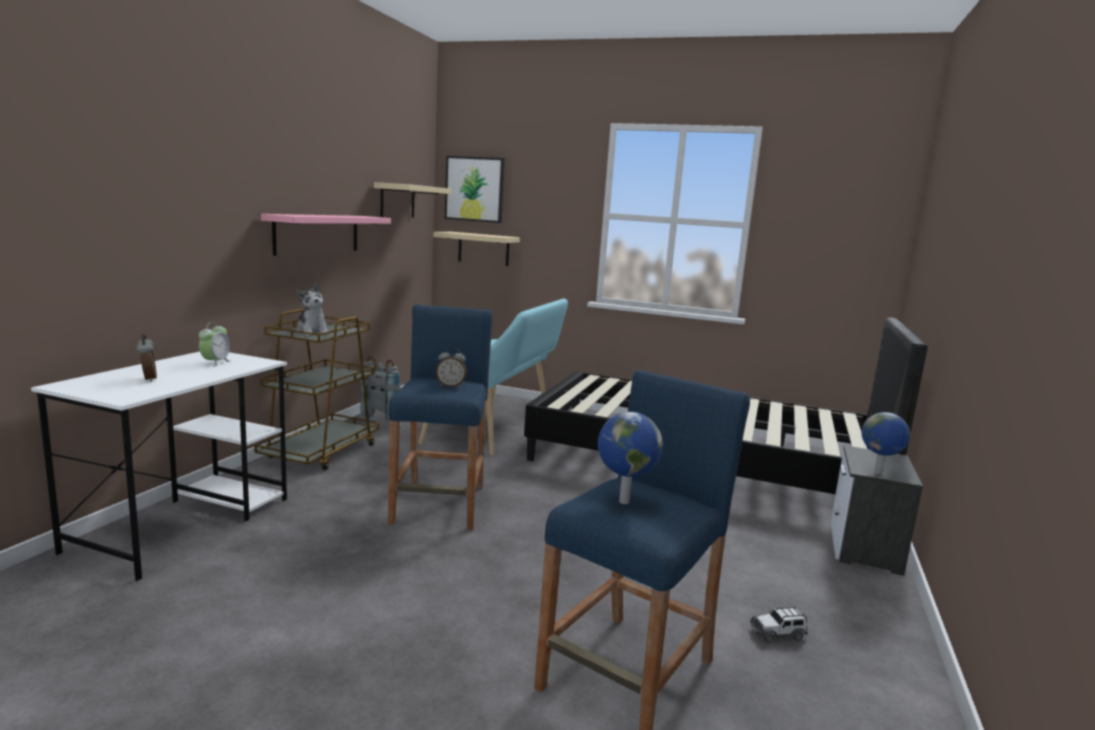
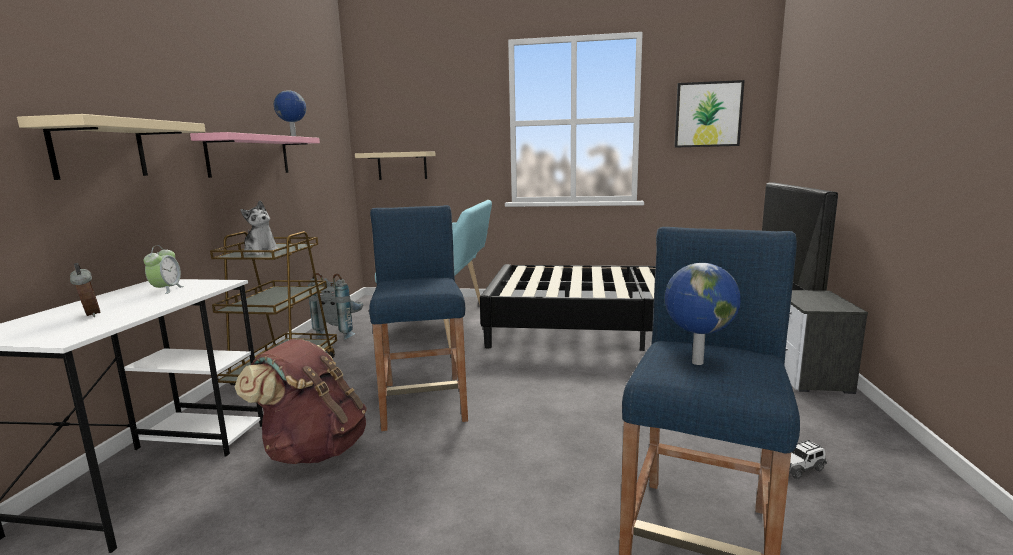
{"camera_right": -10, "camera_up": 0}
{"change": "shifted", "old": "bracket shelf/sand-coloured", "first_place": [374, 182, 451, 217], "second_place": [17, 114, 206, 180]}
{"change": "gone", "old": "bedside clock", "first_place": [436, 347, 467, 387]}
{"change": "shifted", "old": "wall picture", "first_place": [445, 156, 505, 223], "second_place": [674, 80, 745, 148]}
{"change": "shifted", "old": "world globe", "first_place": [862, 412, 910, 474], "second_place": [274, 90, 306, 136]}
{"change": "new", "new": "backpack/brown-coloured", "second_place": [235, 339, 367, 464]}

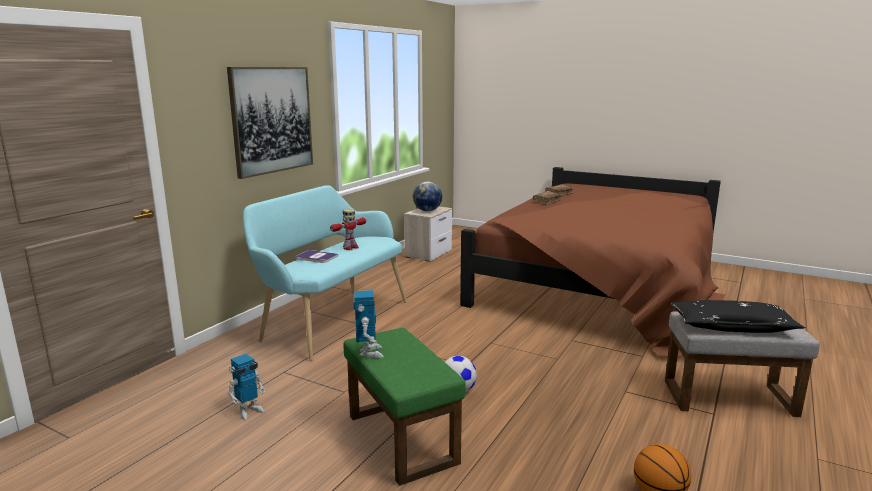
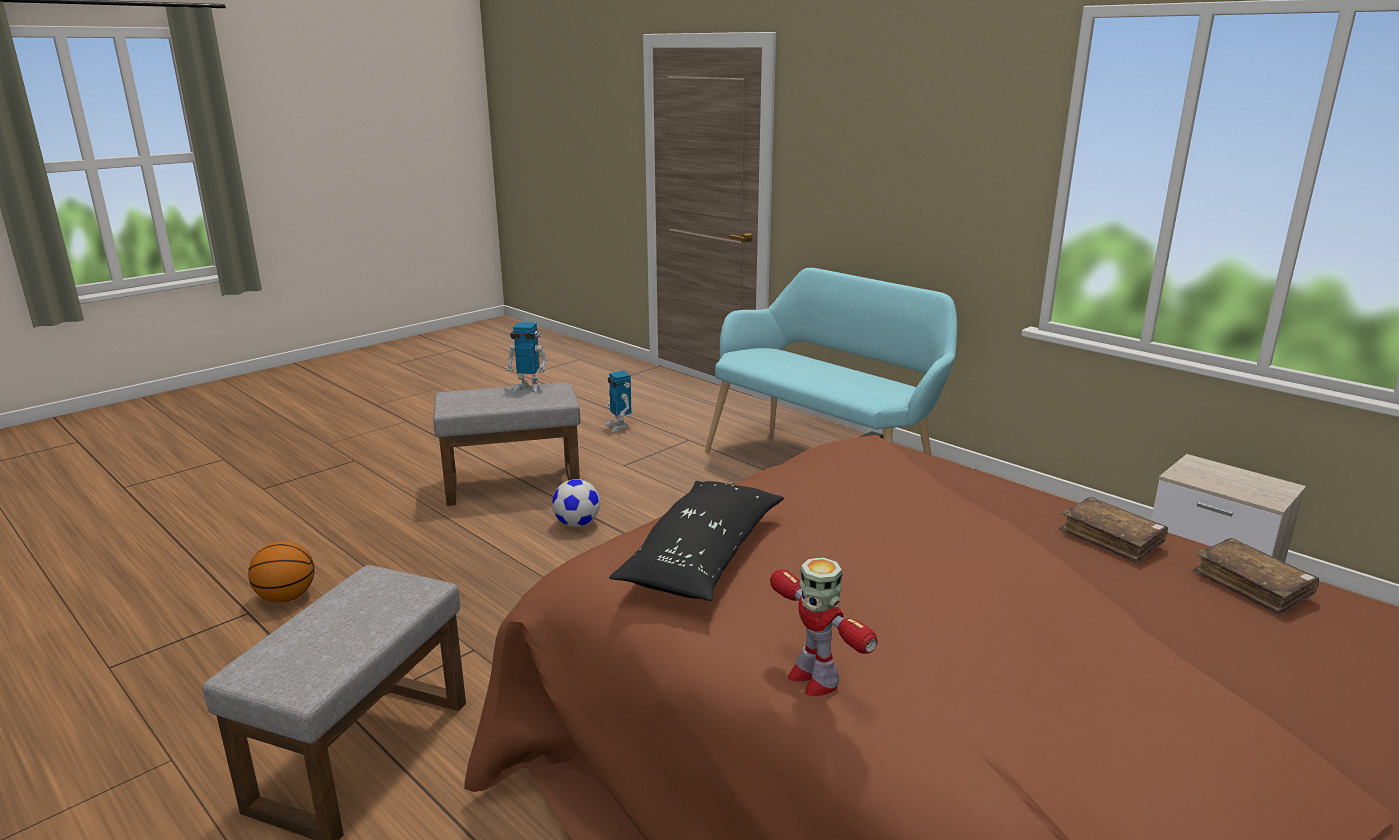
{"camera_right": 105, "camera_up": 5}
{"change": "gone", "old": "wall picture", "first_place": [227, 67, 313, 179]}
{"change": "gone", "old": "bound book", "first_place": [296, 250, 339, 263]}
{"change": "shifted", "old": "model robot", "first_place": [330, 209, 366, 250], "second_place": [770, 557, 878, 696]}
{"change": "repainted", "old": "ottoman/green", "new": "ottoman/grey", "first_place": [344, 328, 466, 486], "second_place": [433, 383, 580, 506]}
{"change": "gone", "old": "world globe", "first_place": [413, 181, 442, 212]}
{"change": "shifted", "old": "throw pillow/blackish", "first_place": [670, 300, 805, 333], "second_place": [609, 481, 784, 601]}

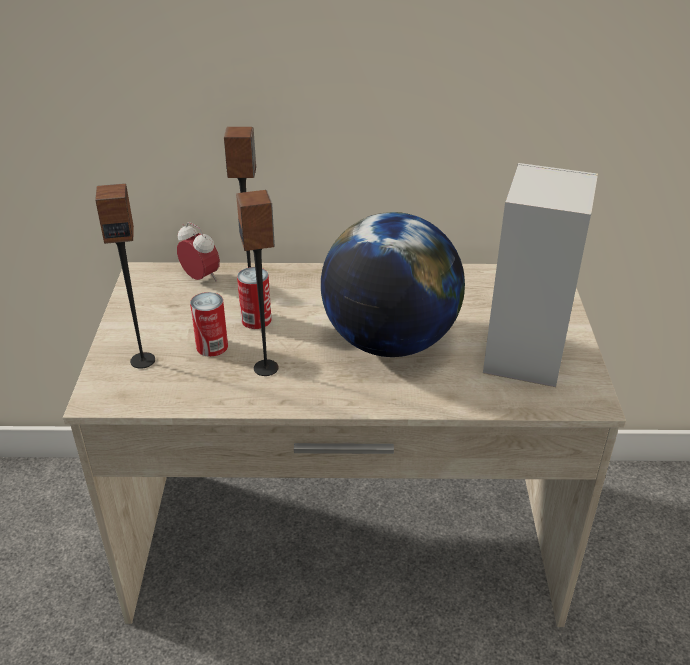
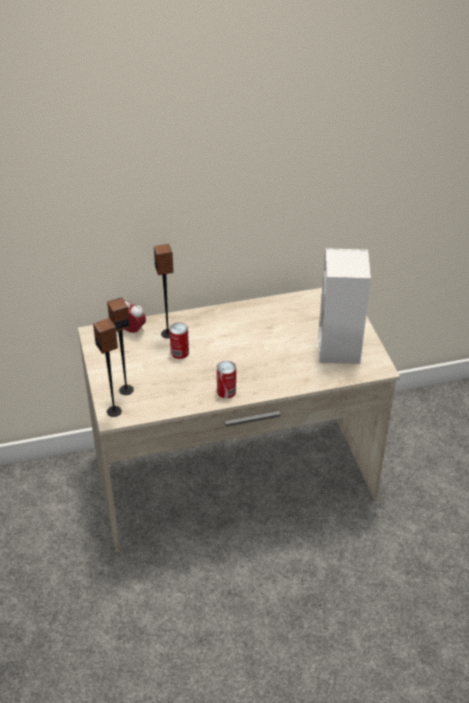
{"camera_right": -15, "camera_up": 5}
{"change": "shifted", "old": "sealed can", "first_place": [190, 292, 228, 357], "second_place": [217, 361, 236, 399]}
{"change": "shifted", "old": "audio speaker", "first_place": [236, 190, 279, 376], "second_place": [93, 318, 122, 417]}
{"change": "gone", "old": "world globe", "first_place": [321, 212, 465, 357]}

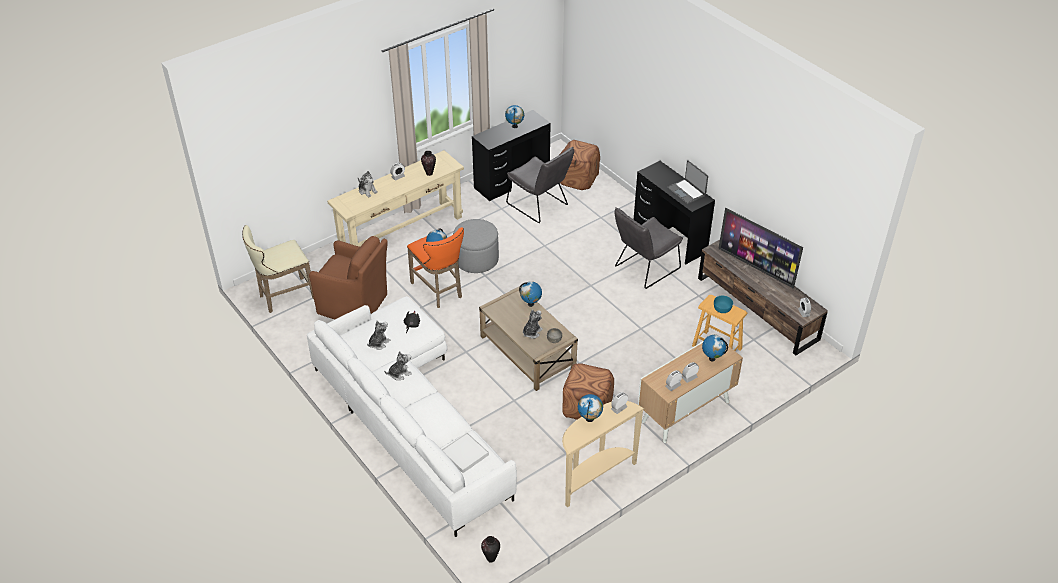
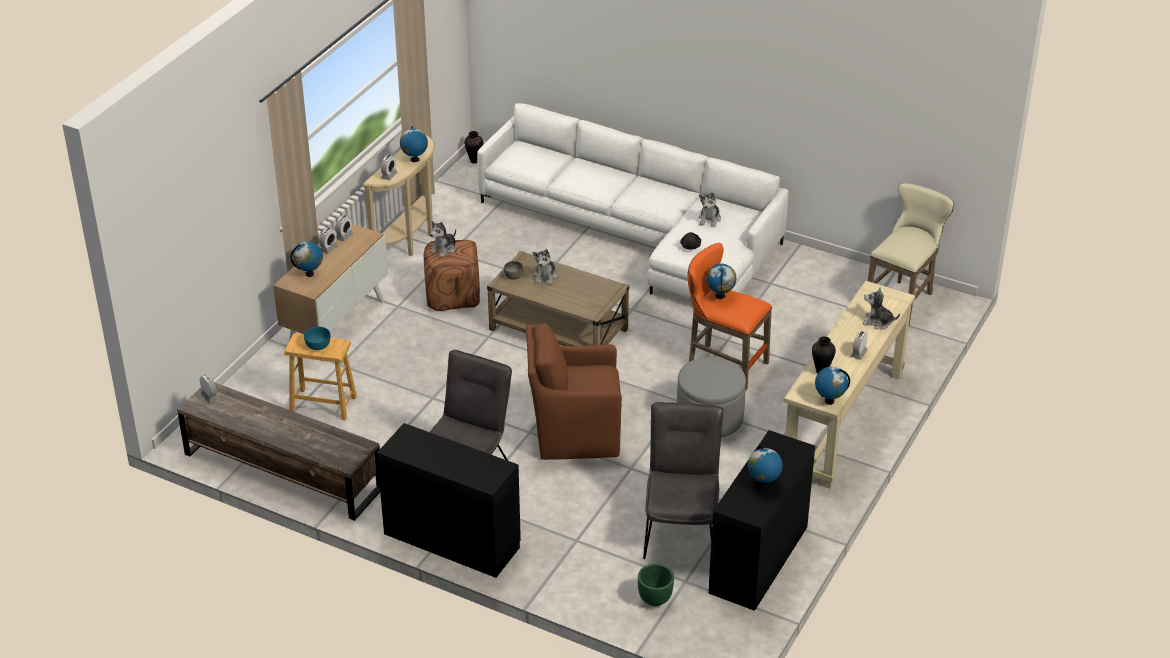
{"camera_right": 155, "camera_up": -5}
{"change": "shifted", "old": "armchair/brown-coloured", "first_place": [309, 236, 388, 319], "second_place": [526, 323, 622, 460]}
{"change": "shifted", "old": "soft toy", "first_place": [384, 351, 412, 380], "second_place": [430, 221, 456, 258]}
{"change": "gone", "old": "serving tray/white-coloured", "first_place": [442, 432, 489, 473]}
{"change": "rotated", "old": "plain chair/grey", "first_place": [506, 147, 574, 223], "second_place": [643, 402, 724, 559], "degrees": 75}
{"change": "shifted", "old": "world globe", "first_place": [519, 281, 542, 307], "second_place": [815, 366, 850, 405]}
{"change": "swapped", "old": "ottoman/brown-coloured", "new": "planter/green", "first_place": [559, 140, 600, 190], "second_place": [638, 564, 674, 606]}
{"change": "gone", "old": "notebook computer", "first_place": [667, 160, 708, 204]}
{"change": "gone", "old": "TV set", "first_place": [718, 208, 803, 289]}

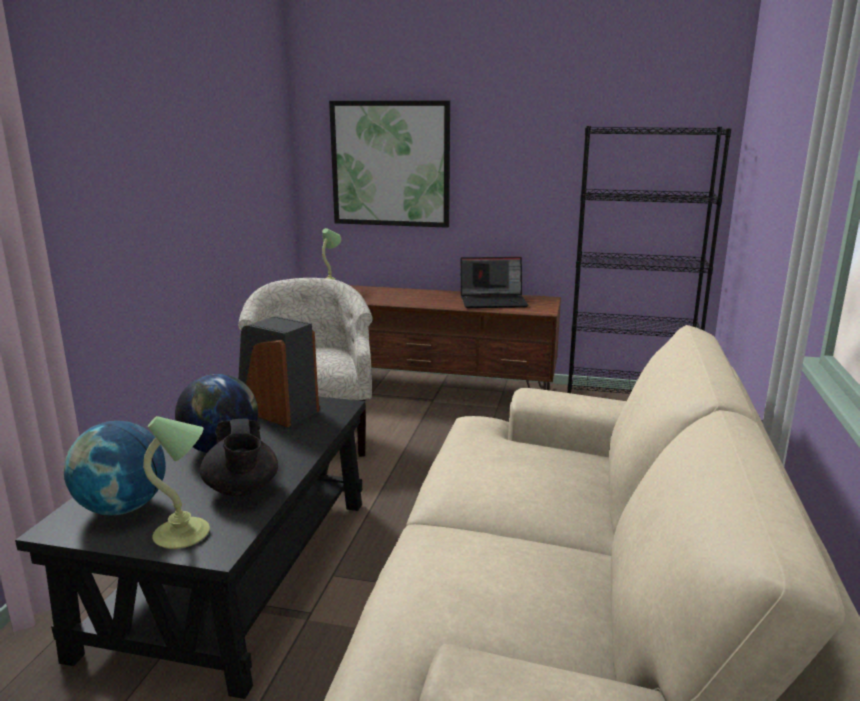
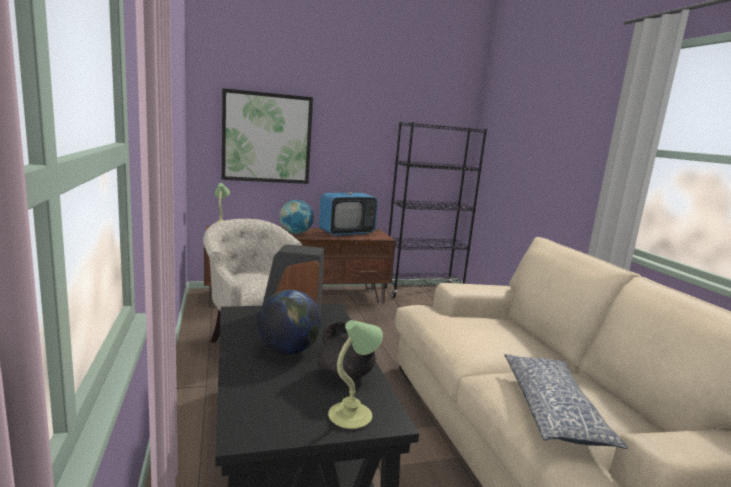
{"camera_right": -30, "camera_up": -5}
{"change": "shifted", "old": "world globe", "first_place": [64, 421, 166, 515], "second_place": [279, 200, 314, 234]}
{"change": "swapped", "old": "notebook computer", "new": "TV set", "first_place": [460, 257, 529, 308], "second_place": [319, 168, 378, 236]}
{"change": "new", "new": "throw pillow", "second_place": [504, 354, 628, 449]}

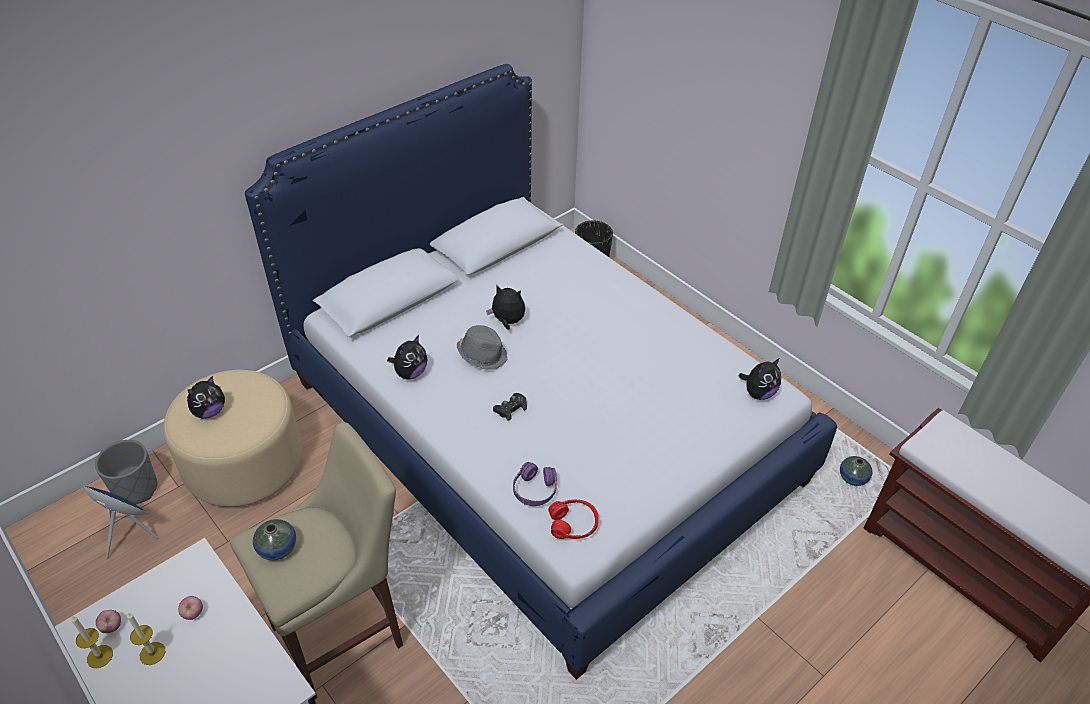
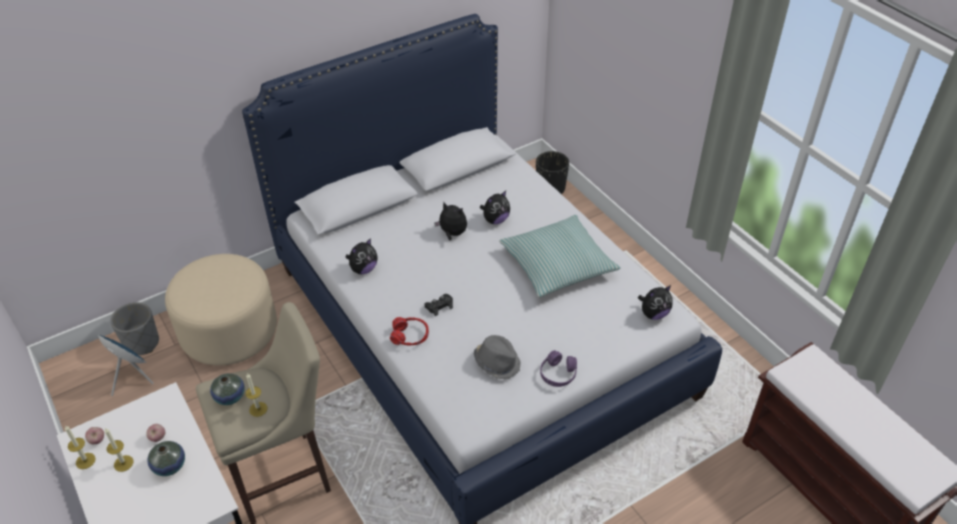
{"camera_right": 10, "camera_up": 0}
{"change": "shifted", "old": "soft toy", "first_place": [187, 376, 225, 419], "second_place": [480, 191, 510, 224]}
{"change": "shifted", "old": "hat/grey", "first_place": [457, 325, 507, 370], "second_place": [474, 335, 521, 379]}
{"change": "shifted", "old": "headphones/purple", "first_place": [513, 462, 557, 506], "second_place": [540, 350, 577, 387]}
{"change": "shifted", "old": "headphones/red-coloured", "first_place": [548, 499, 599, 539], "second_place": [390, 317, 429, 346]}
{"change": "shifted", "old": "decorative vase", "first_place": [840, 456, 872, 486], "second_place": [147, 441, 185, 476]}
{"change": "new", "new": "wax candle", "second_place": [246, 373, 268, 417]}
{"change": "new", "new": "throw pillow", "second_place": [499, 215, 621, 297]}

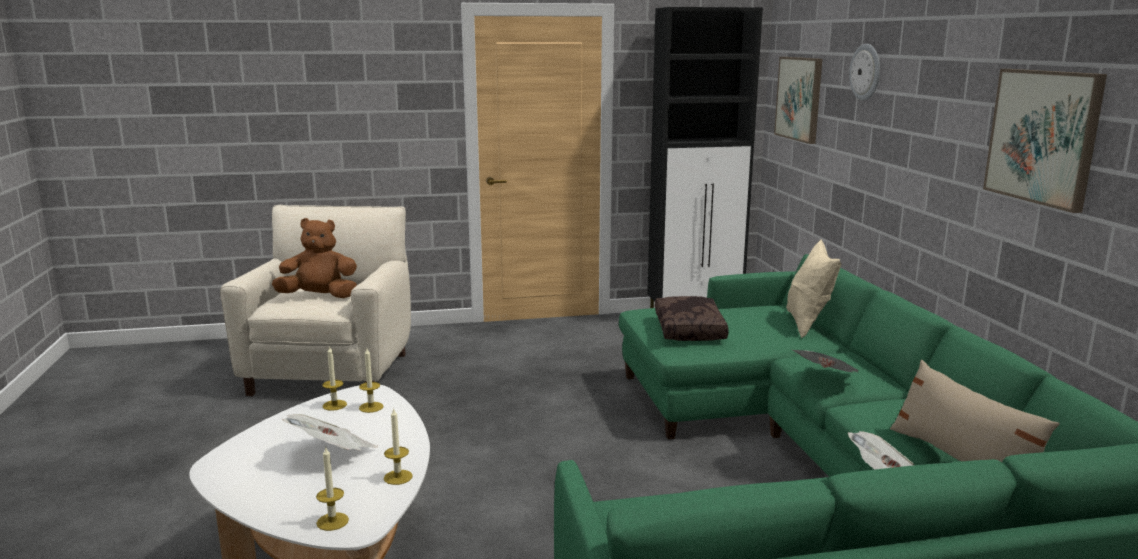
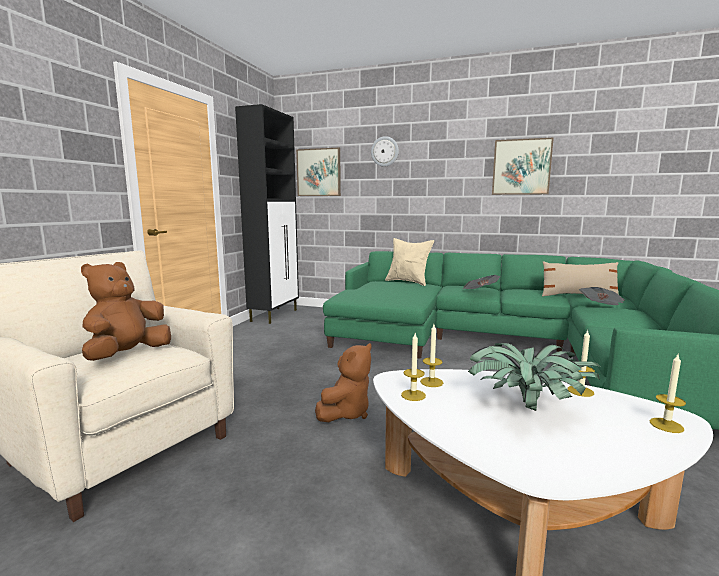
{"camera_right": -60, "camera_up": -5}
{"change": "swapped", "old": "newspaper", "new": "plant in a pot", "first_place": [282, 414, 378, 450], "second_place": [468, 343, 600, 411]}
{"change": "gone", "old": "throw pillow/brown-coloured", "first_place": [655, 296, 729, 341]}
{"change": "new", "new": "soft toy/brown-coloured", "second_place": [315, 343, 372, 422]}

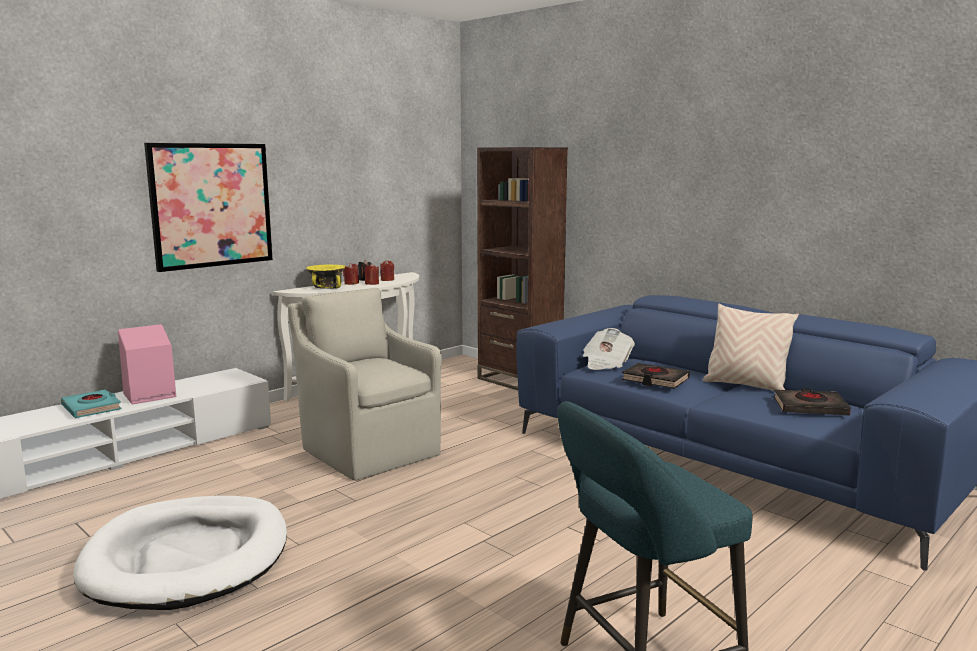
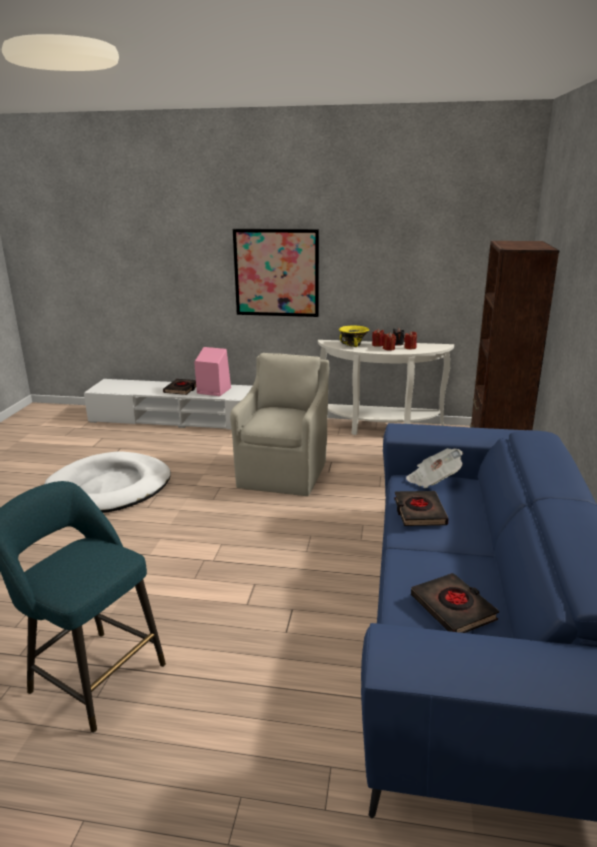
{"camera_right": 55, "camera_up": 10}
{"change": "repainted", "old": "bound book/turquoise", "new": "bound book/blackish", "first_place": [61, 389, 122, 418], "second_place": [163, 379, 196, 395]}
{"change": "gone", "old": "throw pillow/sand-coloured", "first_place": [703, 303, 799, 391]}

